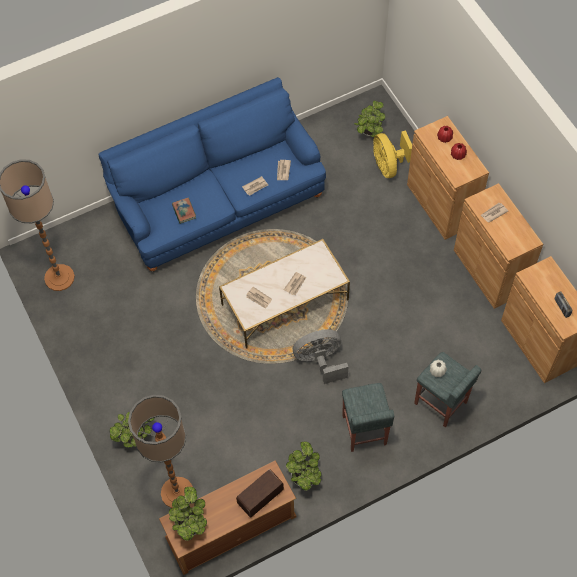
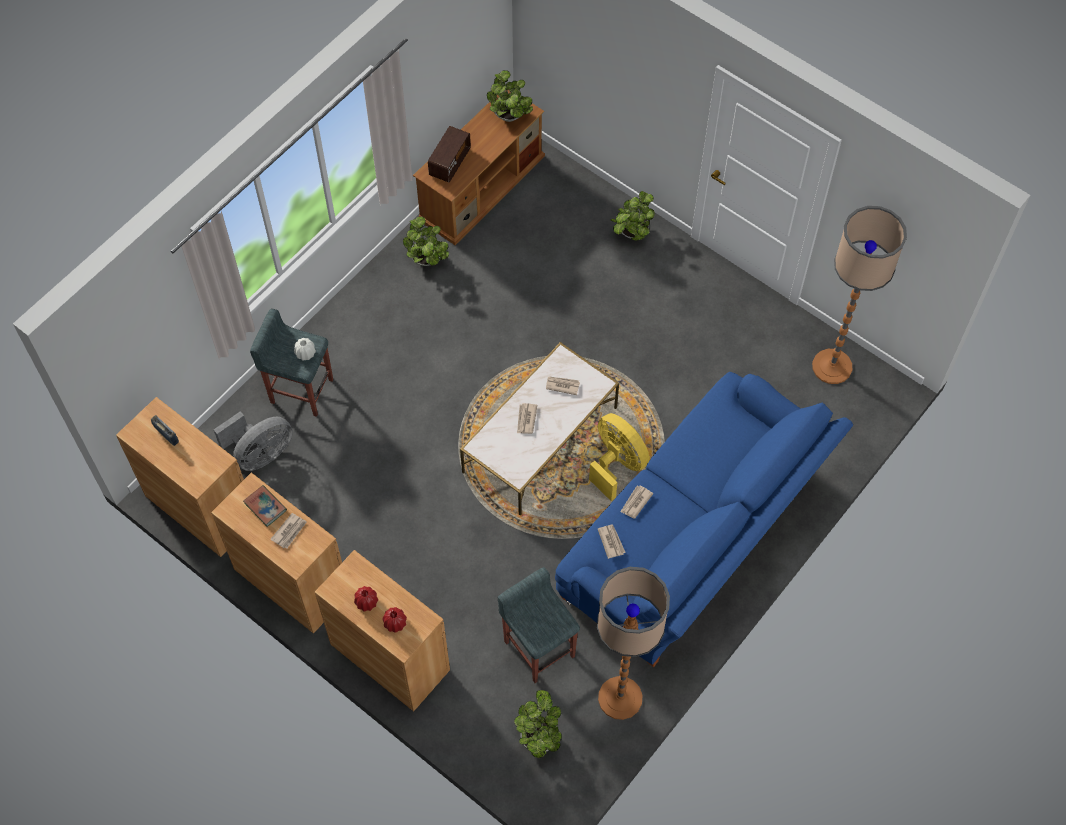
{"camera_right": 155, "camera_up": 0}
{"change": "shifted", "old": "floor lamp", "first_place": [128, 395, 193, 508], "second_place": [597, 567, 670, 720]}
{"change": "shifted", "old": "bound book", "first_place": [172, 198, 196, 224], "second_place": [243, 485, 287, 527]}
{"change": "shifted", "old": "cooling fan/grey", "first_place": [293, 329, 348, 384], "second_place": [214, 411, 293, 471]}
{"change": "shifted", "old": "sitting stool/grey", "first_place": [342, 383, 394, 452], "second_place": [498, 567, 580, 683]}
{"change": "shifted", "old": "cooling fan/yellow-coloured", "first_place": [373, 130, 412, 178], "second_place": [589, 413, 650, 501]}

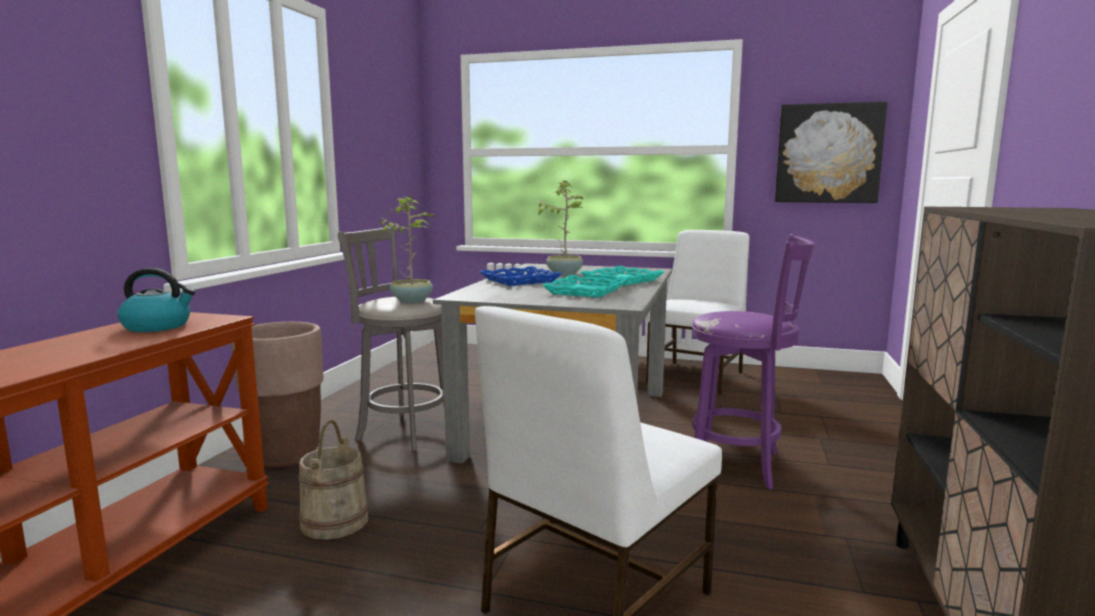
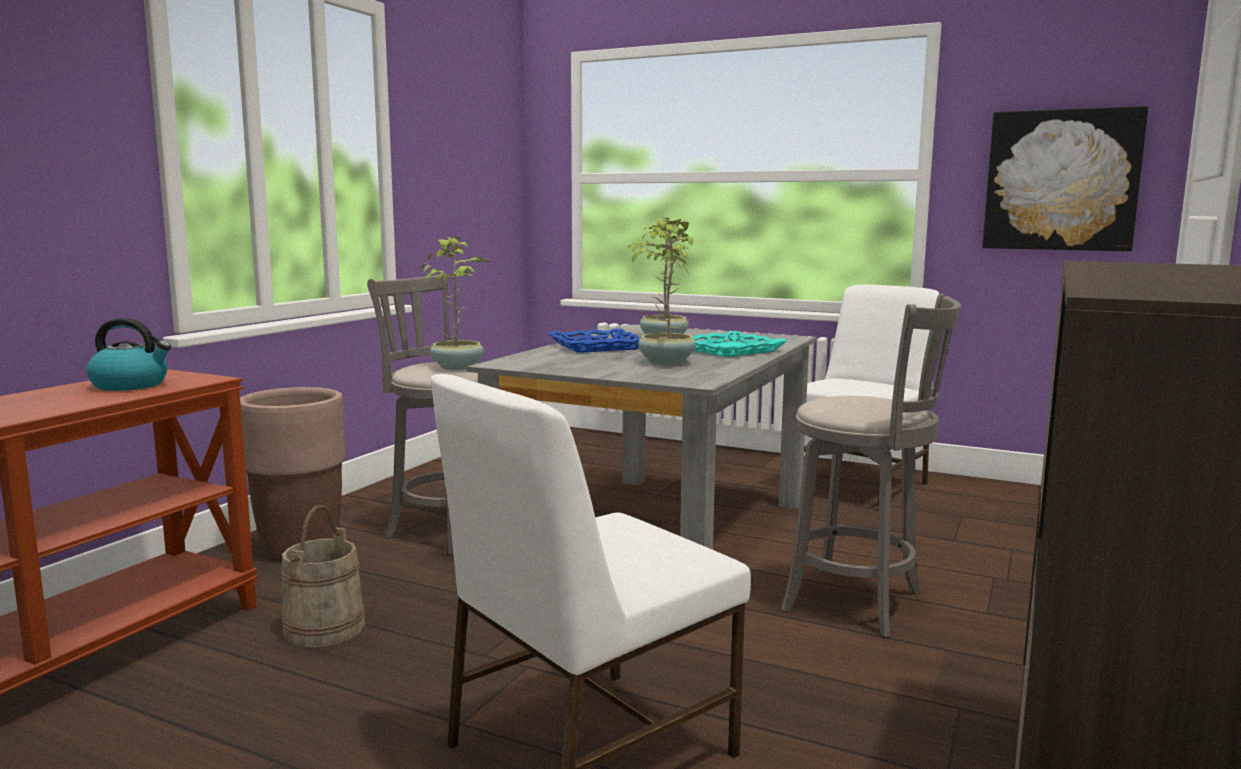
{"camera_right": 10, "camera_up": 0}
{"change": "swapped", "old": "serving tray/turquoise", "new": "plant in a pot", "first_place": [542, 275, 627, 298], "second_place": [629, 219, 696, 365]}
{"change": "repainted", "old": "sitting stool/purple", "new": "sitting stool/grey", "first_place": [692, 234, 815, 490], "second_place": [781, 294, 961, 638]}

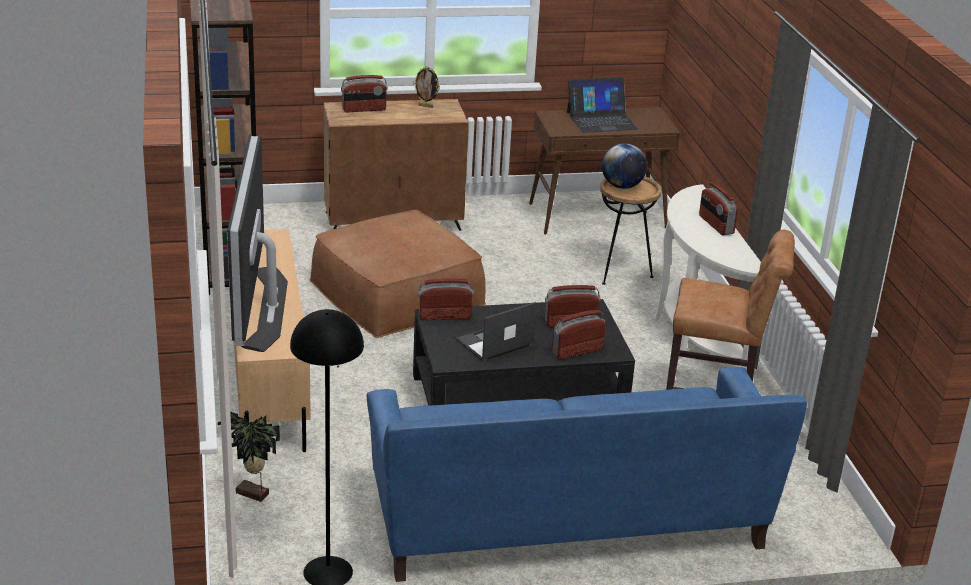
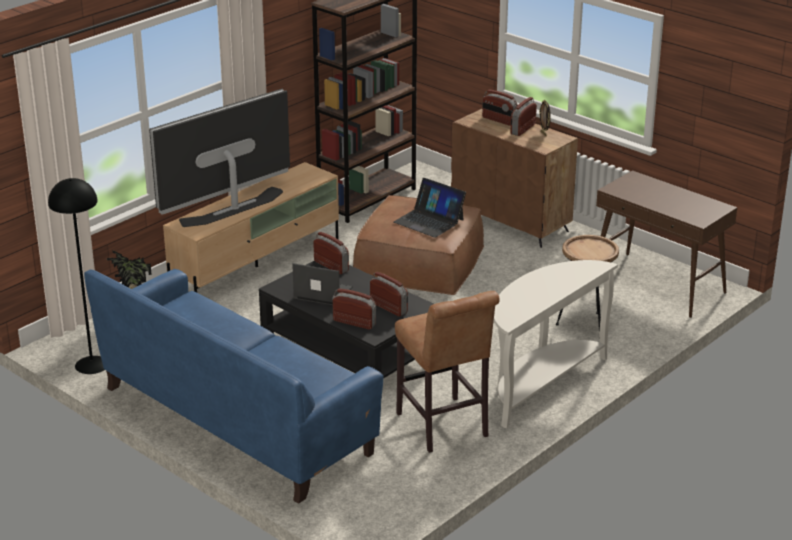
{"camera_right": 55, "camera_up": 0}
{"change": "shifted", "old": "notebook computer", "first_place": [567, 77, 638, 133], "second_place": [394, 178, 466, 238]}
{"change": "gone", "old": "world globe", "first_place": [602, 143, 647, 189]}
{"change": "shifted", "old": "radio", "first_place": [699, 181, 738, 235], "second_place": [510, 97, 537, 136]}

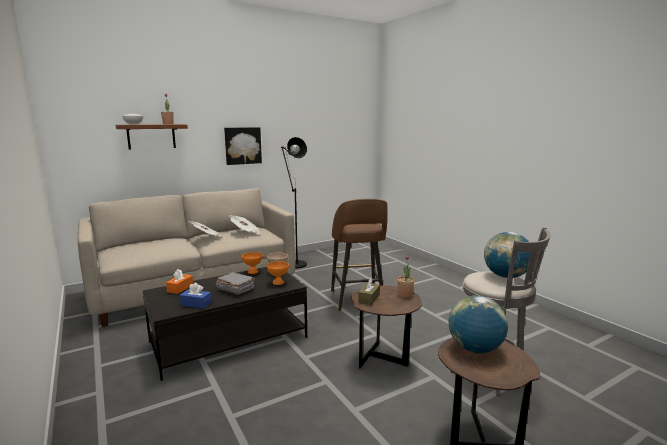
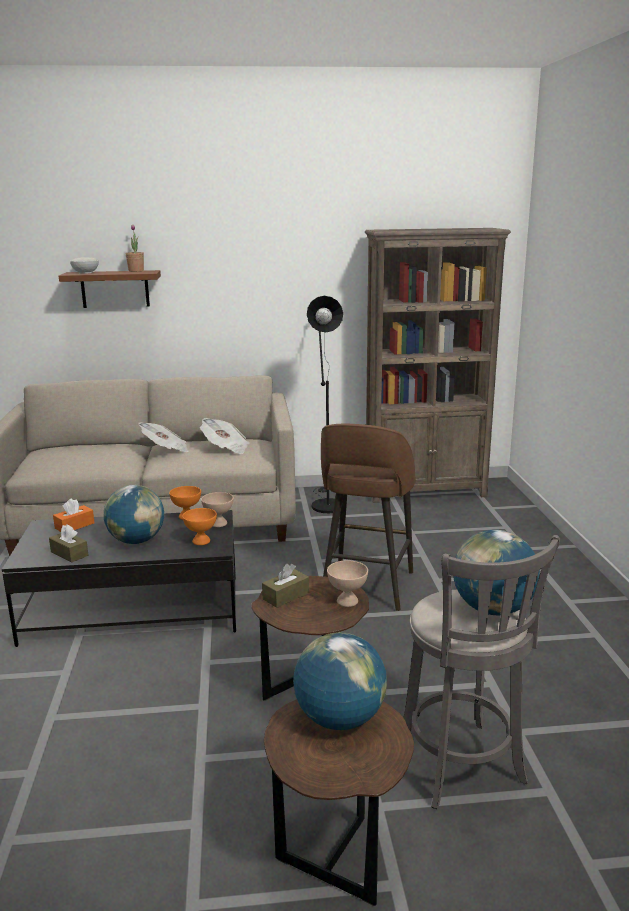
{"camera_right": 25, "camera_up": 5}
{"change": "repainted", "old": "tissue holder/bluish", "new": "tissue holder/brown-coloured", "first_place": [180, 283, 211, 309], "second_place": [49, 525, 88, 563]}
{"change": "swapped", "old": "bound book/grey", "new": "world globe", "first_place": [216, 272, 255, 295], "second_place": [104, 485, 164, 544]}
{"change": "gone", "old": "wall picture", "first_place": [224, 127, 262, 165]}
{"change": "swapped", "old": "plant in a pot", "new": "serving bowl/sand-coloured", "first_place": [397, 255, 414, 298], "second_place": [327, 560, 368, 607]}
{"change": "new", "new": "bookcase/brown-coloured", "second_place": [365, 228, 511, 503]}

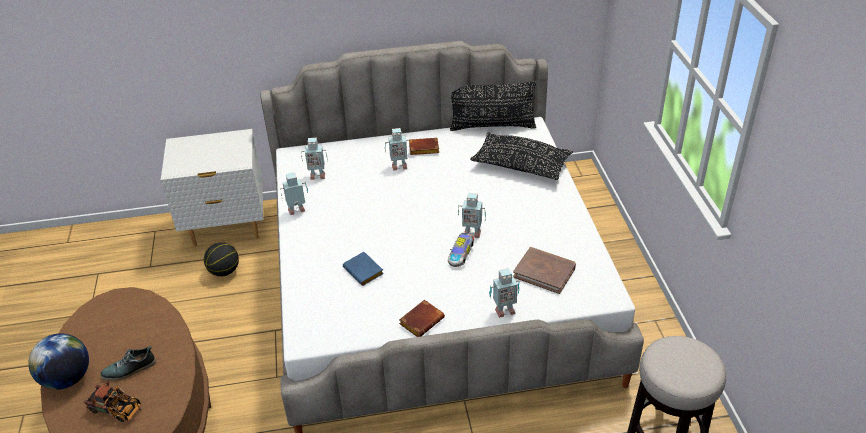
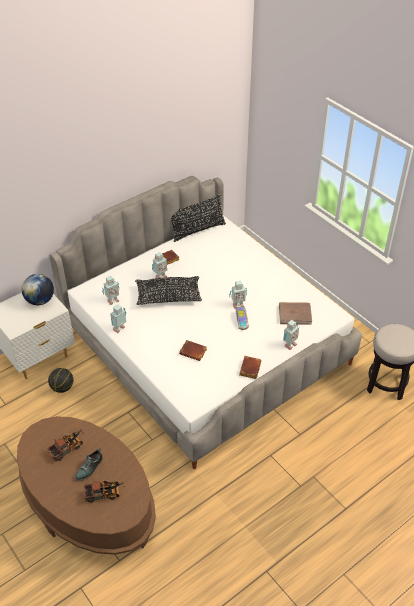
{"camera_right": -30, "camera_up": 5}
{"change": "shifted", "old": "world globe", "first_place": [28, 333, 89, 390], "second_place": [22, 274, 54, 305]}
{"change": "repainted", "old": "bound book/bluish", "new": "bound book/brown-coloured", "first_place": [343, 252, 384, 286], "second_place": [179, 340, 207, 361]}
{"change": "shifted", "old": "throw pillow/blackish", "first_place": [470, 132, 573, 180], "second_place": [135, 276, 202, 305]}
{"change": "new", "new": "model truck", "second_place": [47, 429, 84, 461]}

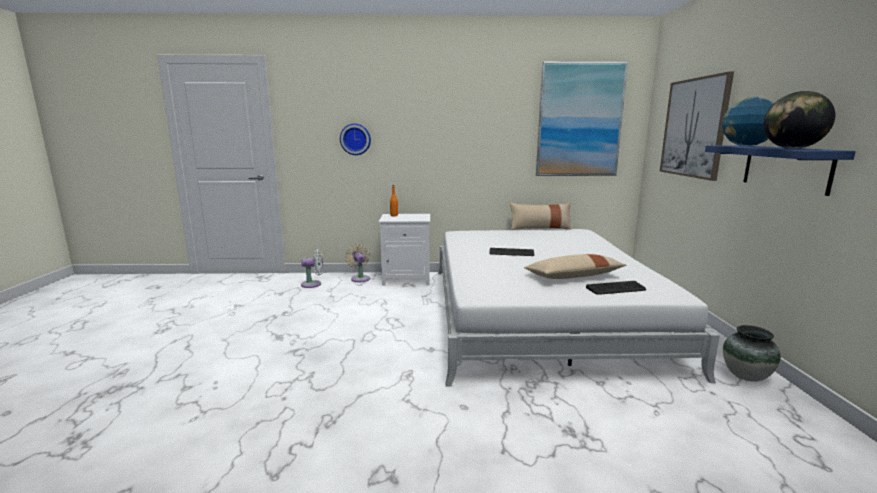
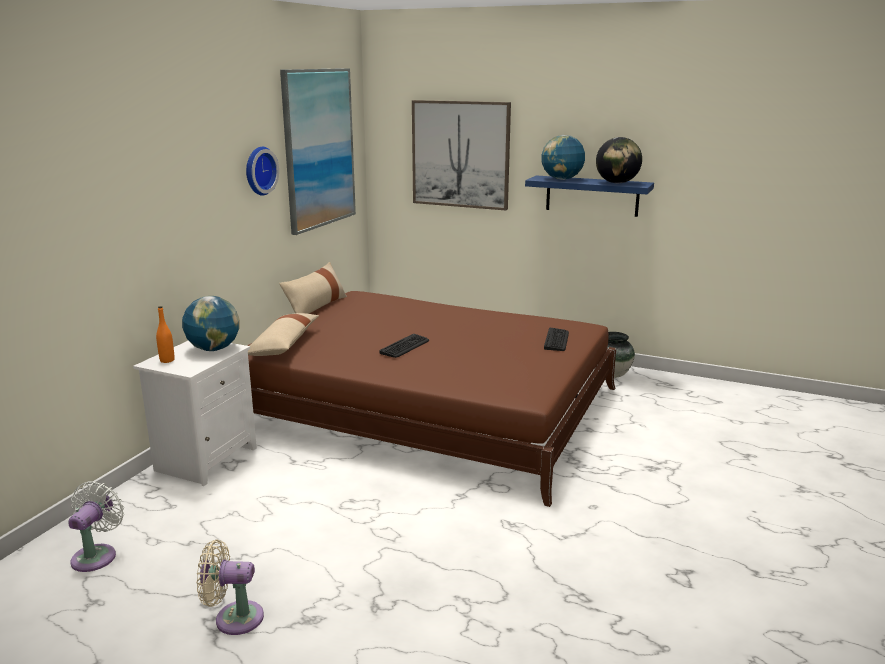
{"camera_right": -65, "camera_up": 5}
{"change": "shifted", "old": "wall clock", "first_place": [340, 123, 371, 155], "second_place": [246, 147, 279, 196]}
{"change": "shifted", "old": "cooling fan/sand-coloured", "first_place": [345, 244, 370, 282], "second_place": [196, 540, 264, 635]}
{"change": "repainted", "old": "sleeping bed/white-coloured", "new": "sleeping bed/brown-coloured", "first_place": [438, 229, 720, 386], "second_place": [247, 291, 616, 507]}
{"change": "shifted", "old": "throw pillow/sand-coloured", "first_place": [524, 254, 626, 279], "second_place": [248, 313, 319, 356]}
{"change": "new", "new": "world globe", "second_place": [182, 296, 240, 351]}

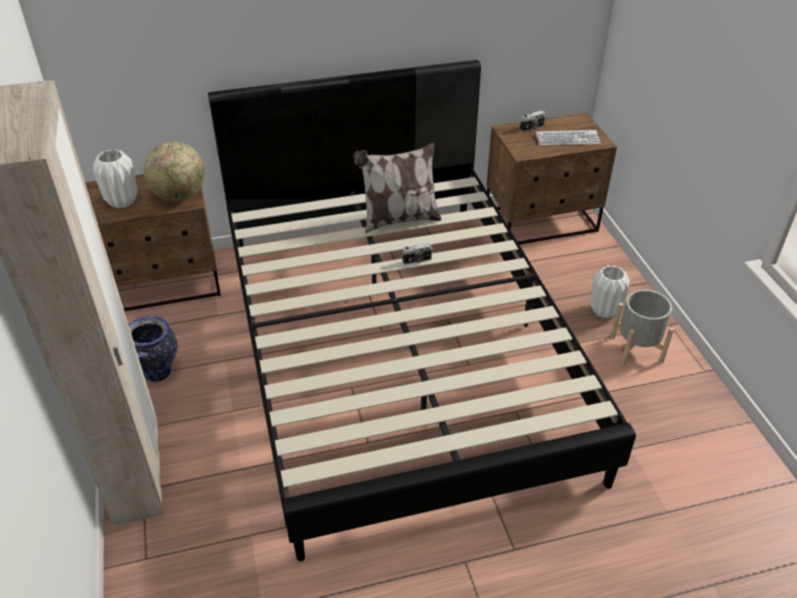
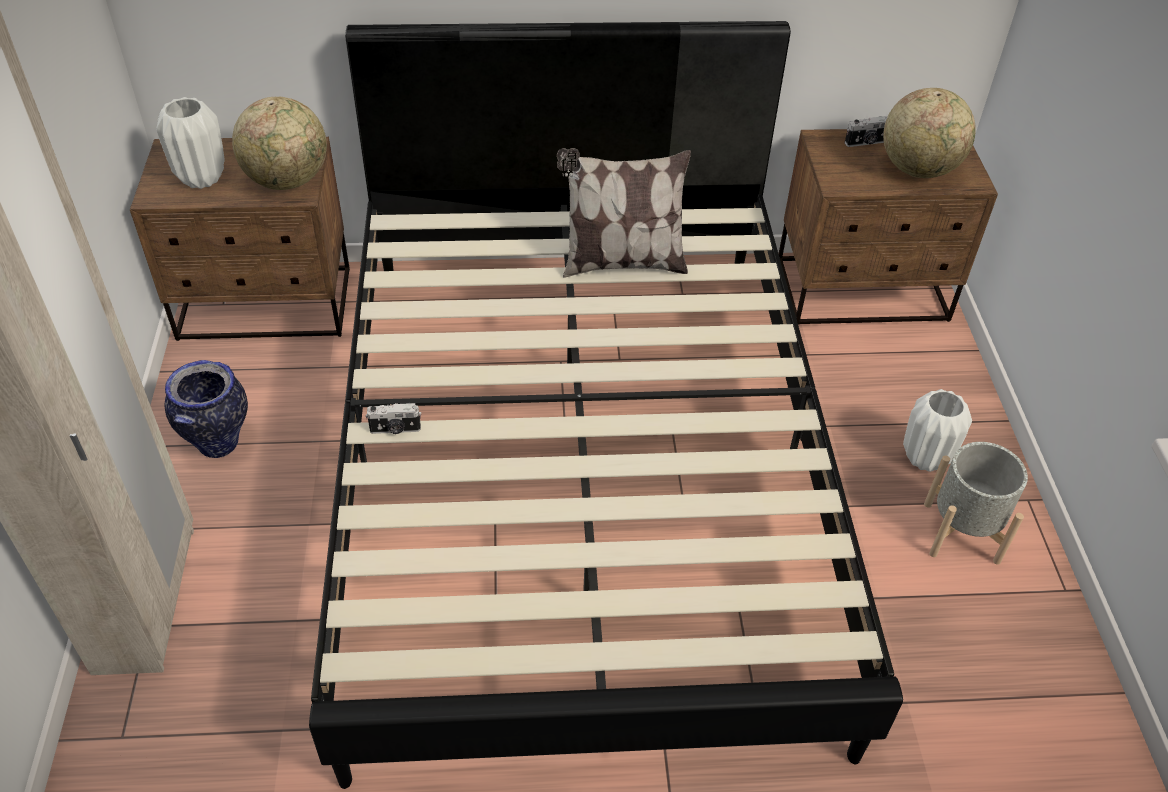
{"camera_right": 10, "camera_up": 5}
{"change": "shifted", "old": "still camera", "first_place": [402, 243, 433, 265], "second_place": [366, 403, 421, 434]}
{"change": "swapped", "old": "keyboard", "new": "world globe", "first_place": [536, 130, 600, 146], "second_place": [883, 88, 976, 178]}

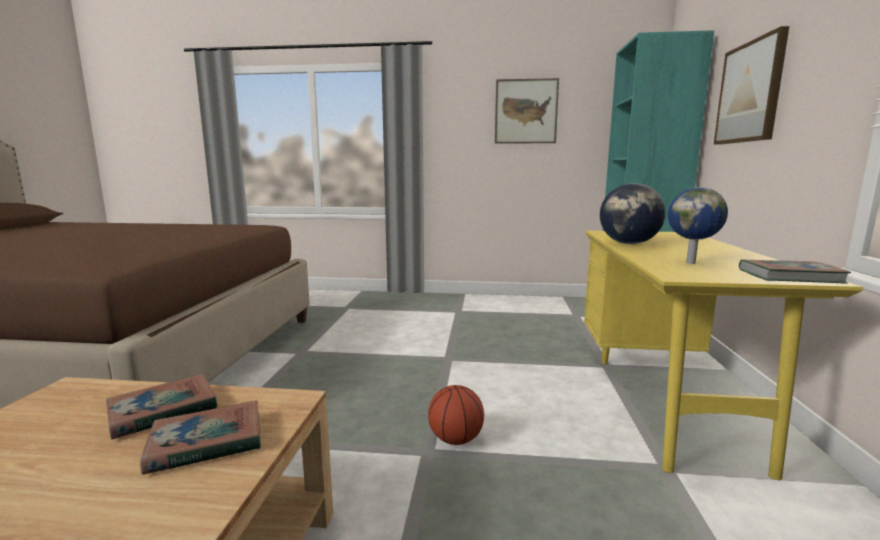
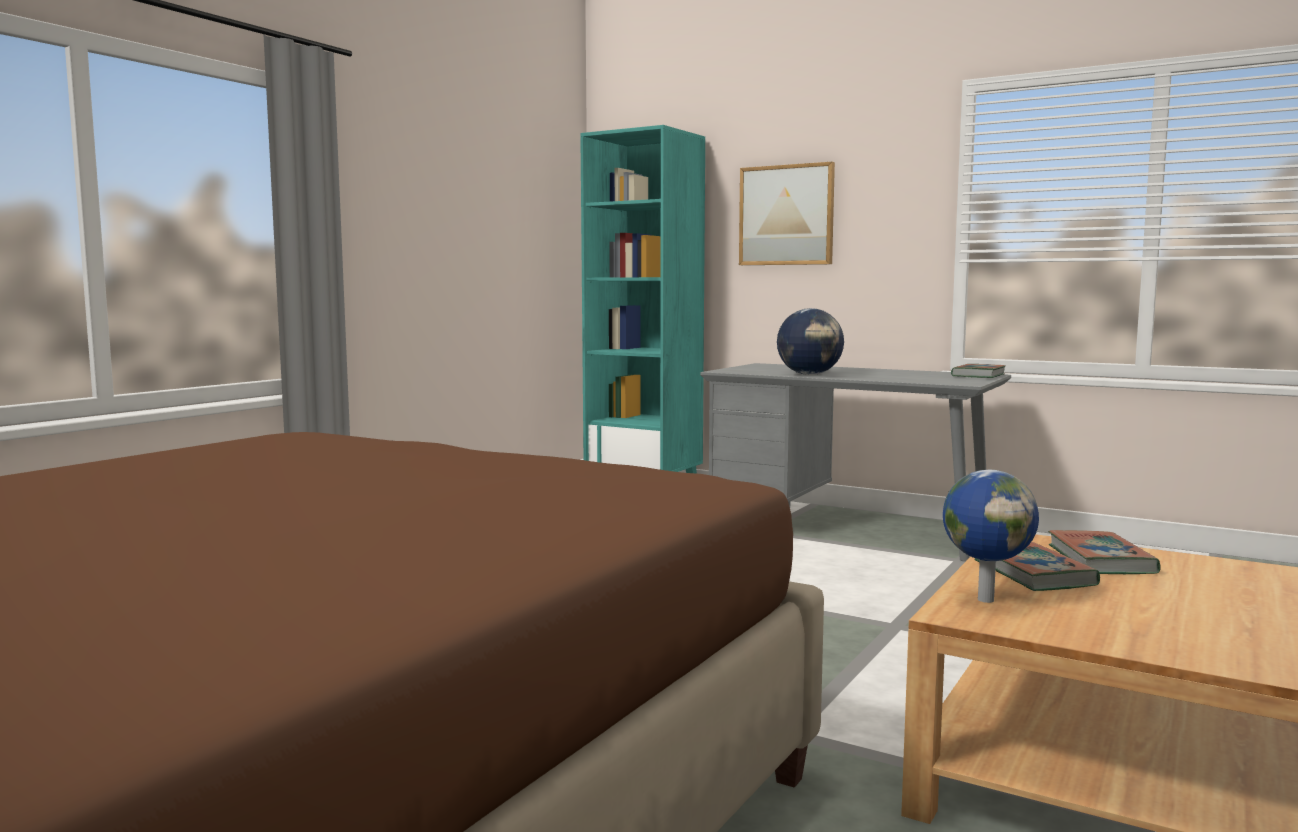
{"camera_right": -65, "camera_up": -5}
{"change": "gone", "old": "ball for basketball", "first_place": [428, 385, 484, 445]}
{"change": "gone", "old": "wall picture", "first_place": [495, 78, 559, 144]}
{"change": "repainted", "old": "desk table/yellow-coloured", "new": "desk table/grey", "first_place": [584, 231, 863, 480], "second_place": [700, 363, 1011, 561]}
{"change": "shifted", "old": "world globe", "first_place": [668, 187, 728, 264], "second_place": [943, 470, 1039, 603]}

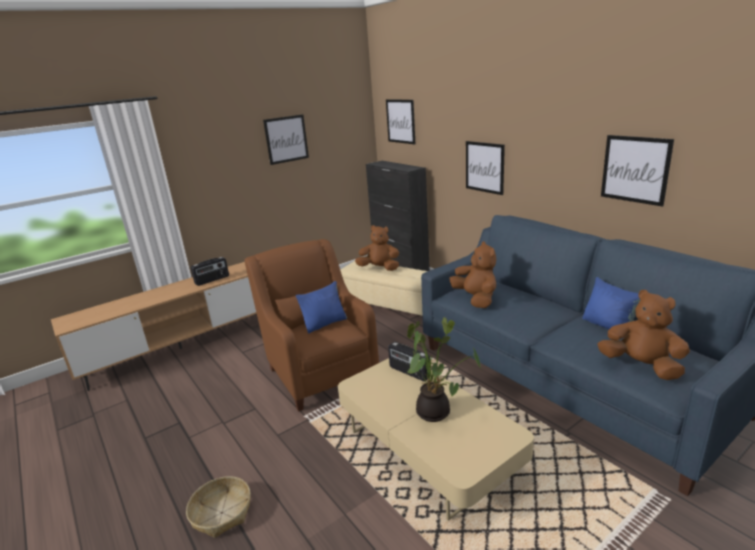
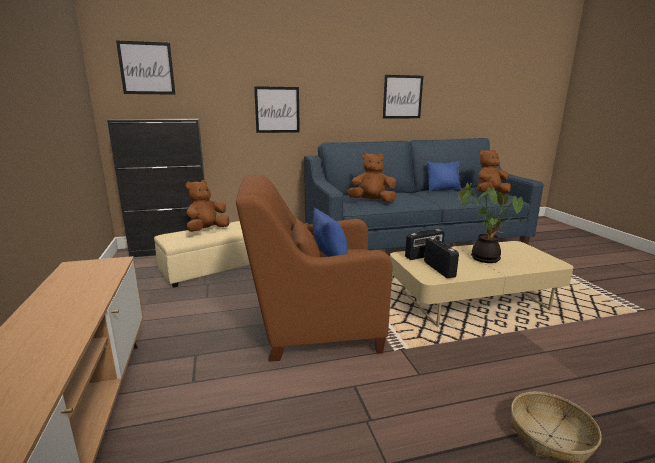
{"camera_right": -70, "camera_up": -5}
{"change": "shifted", "old": "radio", "first_place": [191, 257, 229, 286], "second_place": [424, 238, 459, 278]}
{"change": "gone", "old": "wall picture", "first_place": [263, 114, 309, 165]}

